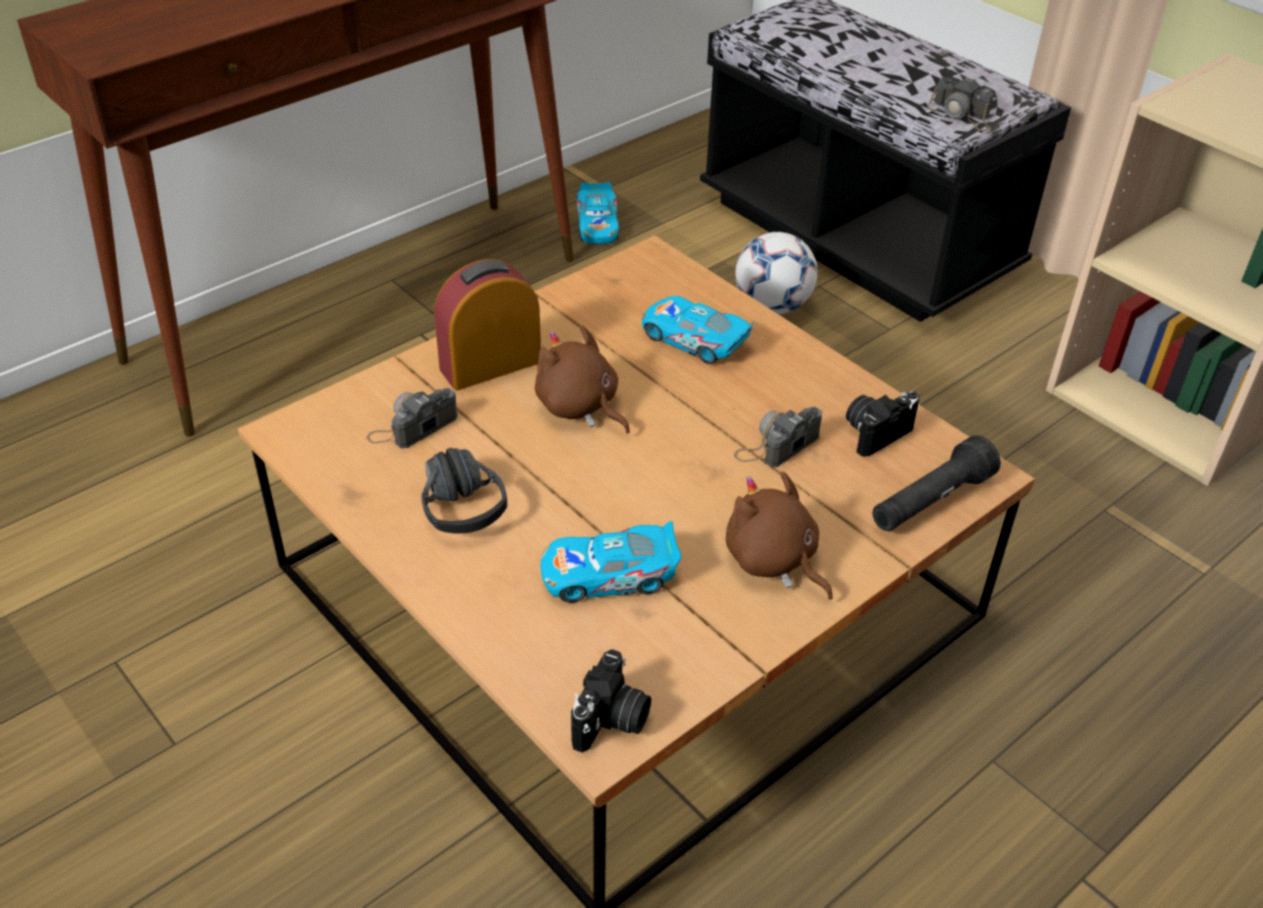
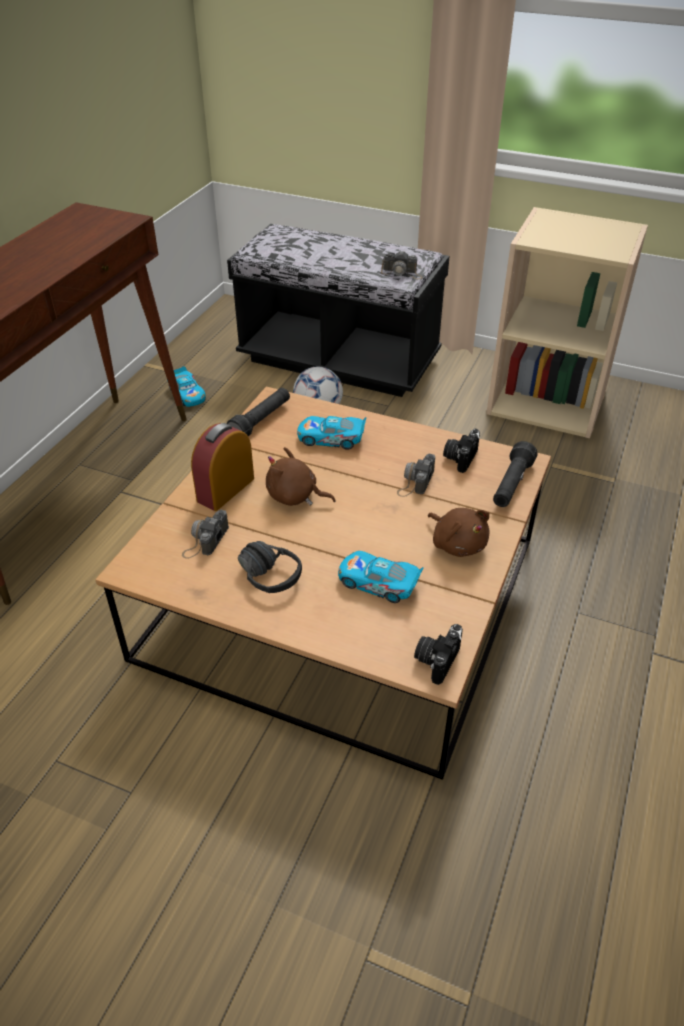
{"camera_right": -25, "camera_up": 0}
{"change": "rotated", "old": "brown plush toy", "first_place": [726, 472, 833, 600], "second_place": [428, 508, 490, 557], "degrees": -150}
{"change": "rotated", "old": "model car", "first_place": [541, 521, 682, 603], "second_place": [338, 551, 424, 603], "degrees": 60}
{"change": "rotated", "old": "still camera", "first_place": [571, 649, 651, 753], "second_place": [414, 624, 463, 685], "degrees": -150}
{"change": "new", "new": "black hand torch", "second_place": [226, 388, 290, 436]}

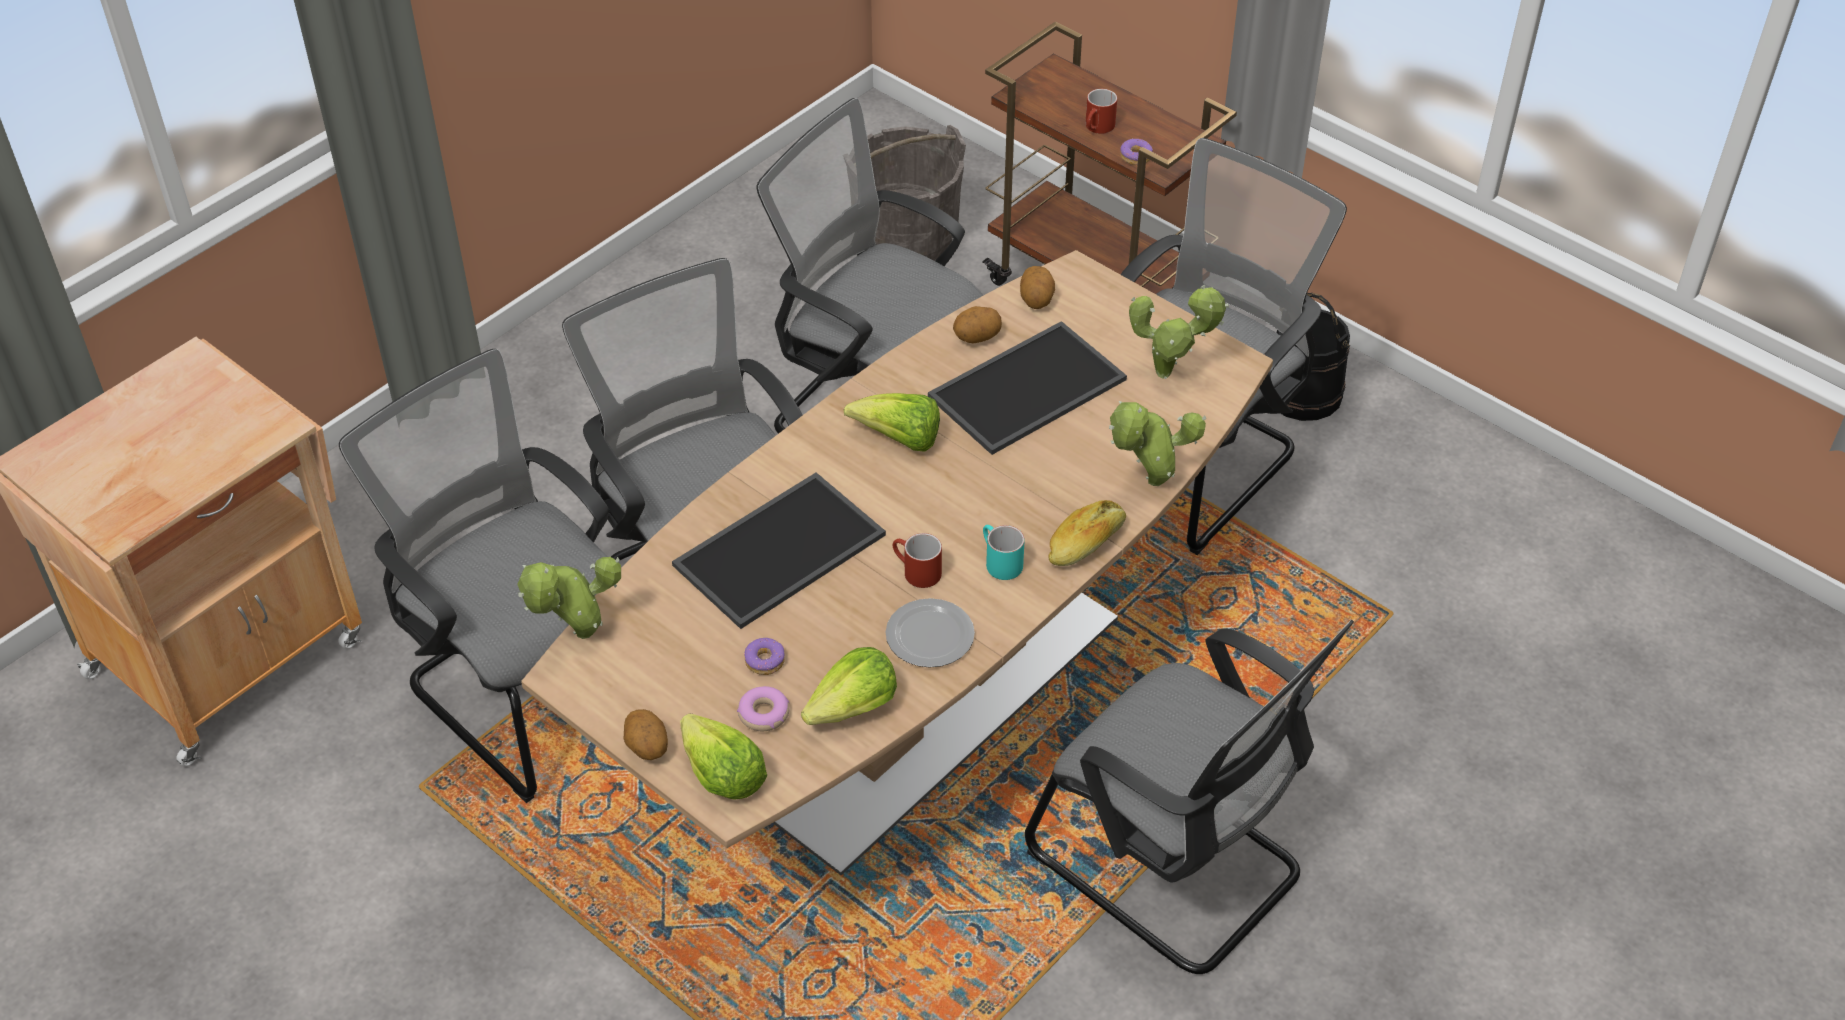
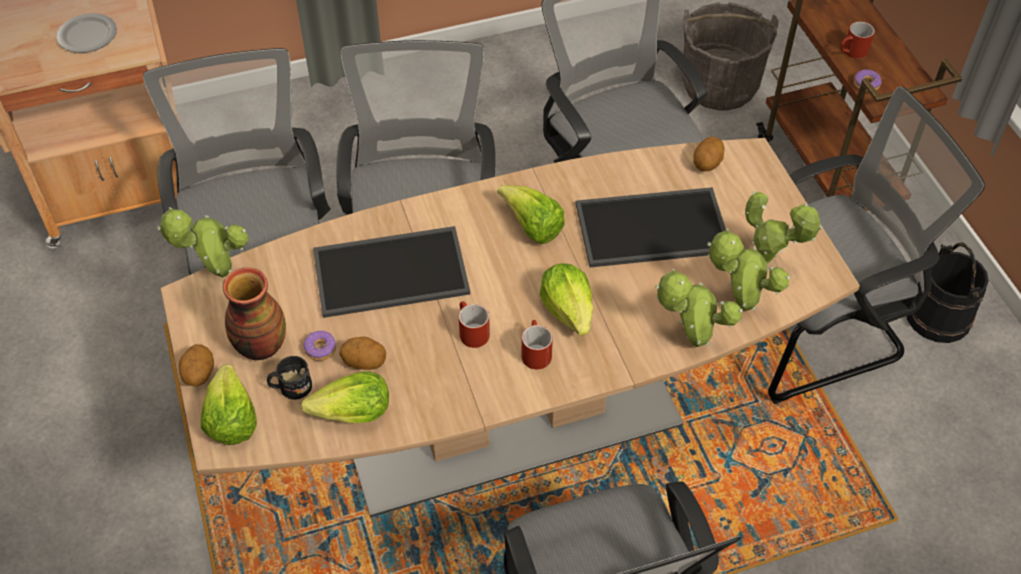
{"camera_right": 30, "camera_up": 5}
{"change": "shifted", "old": "potato", "first_place": [953, 306, 1002, 343], "second_place": [339, 337, 386, 370]}
{"change": "gone", "old": "baked bread", "first_place": [1049, 500, 1126, 566]}
{"change": "repainted", "old": "turquoise-coloured mug", "new": "red-coloured mug", "first_place": [983, 525, 1025, 580], "second_place": [522, 320, 553, 369]}
{"change": "shifted", "old": "dinner plate", "first_place": [886, 598, 975, 668], "second_place": [56, 13, 117, 53]}
{"change": "swapped", "old": "donut", "new": "black mug", "first_place": [737, 686, 790, 731], "second_place": [267, 356, 312, 400]}
{"change": "new", "new": "potted plant", "second_place": [707, 229, 790, 311]}
{"change": "new", "new": "head of lettuce", "second_place": [540, 263, 594, 336]}
{"change": "new", "new": "decorative vase", "second_place": [223, 267, 286, 360]}

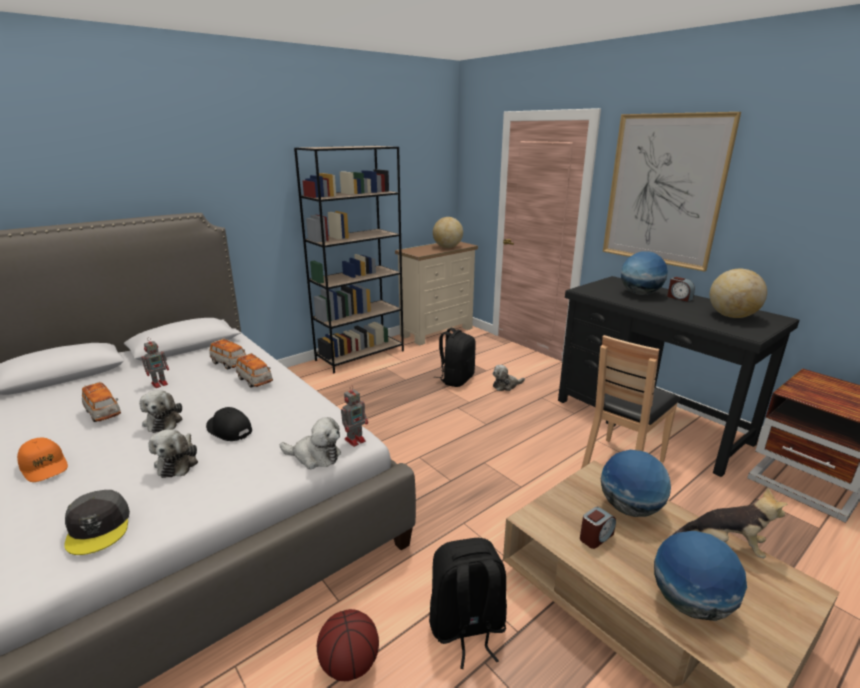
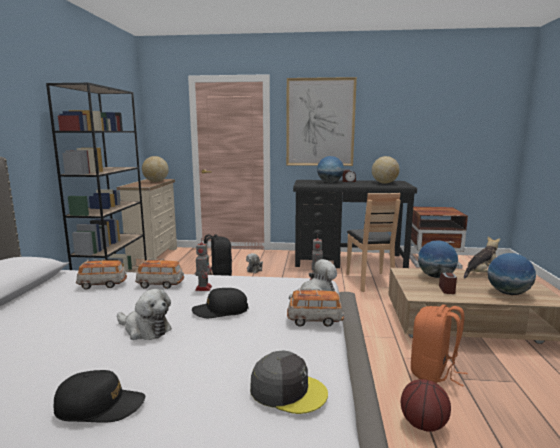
{"camera_right": -45, "camera_up": -10}
{"change": "shifted", "old": "robot figure", "first_place": [141, 337, 169, 388], "second_place": [195, 238, 212, 291]}
{"change": "shifted", "old": "model car", "first_place": [82, 381, 121, 422], "second_place": [287, 289, 344, 327]}
{"change": "gone", "old": "plush toy", "first_place": [148, 429, 198, 478]}
{"change": "repainted", "old": "orange-coloured baseball cap", "new": "black baseball cap", "first_place": [17, 437, 68, 482], "second_place": [53, 370, 145, 422]}
{"change": "repainted", "old": "black backpack", "new": "orange-coloured backpack", "first_place": [429, 538, 507, 669], "second_place": [411, 305, 468, 387]}

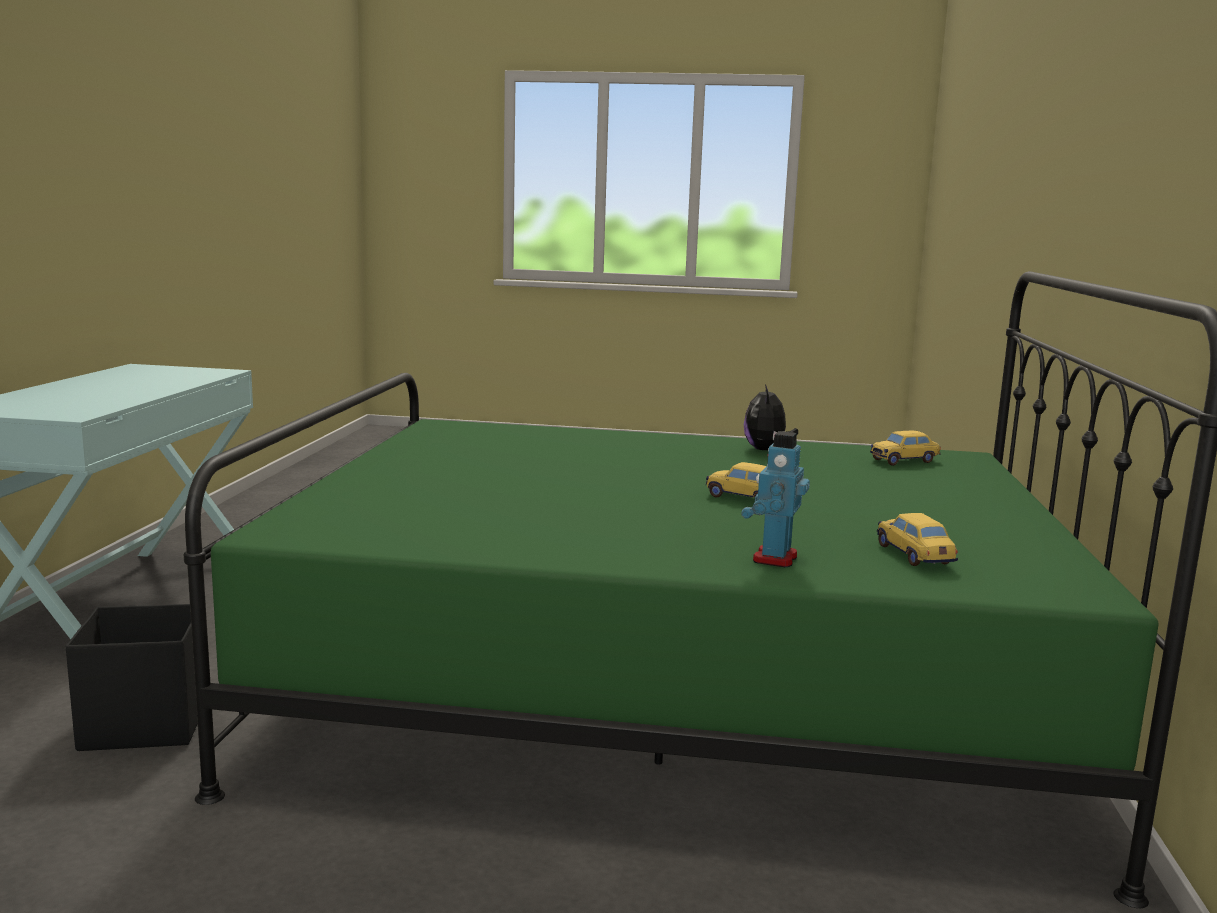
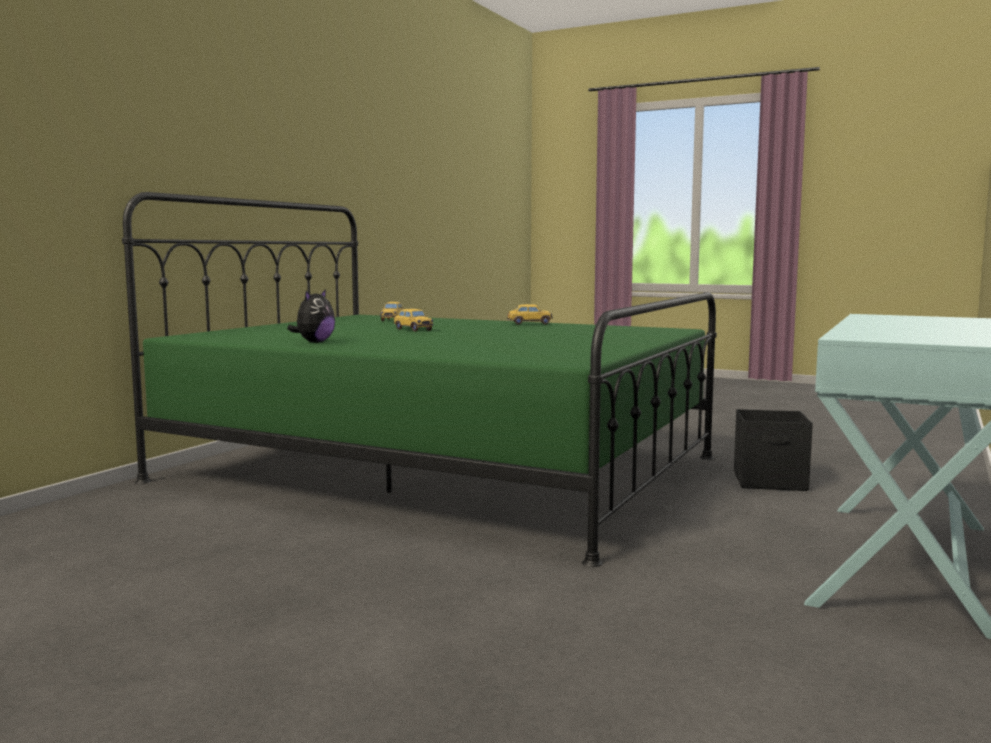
{"camera_right": -160, "camera_up": -5}
{"change": "gone", "old": "robot figure", "first_place": [741, 431, 810, 568]}
{"change": "shifted", "old": "model car", "first_place": [870, 431, 941, 466], "second_place": [507, 304, 553, 324]}

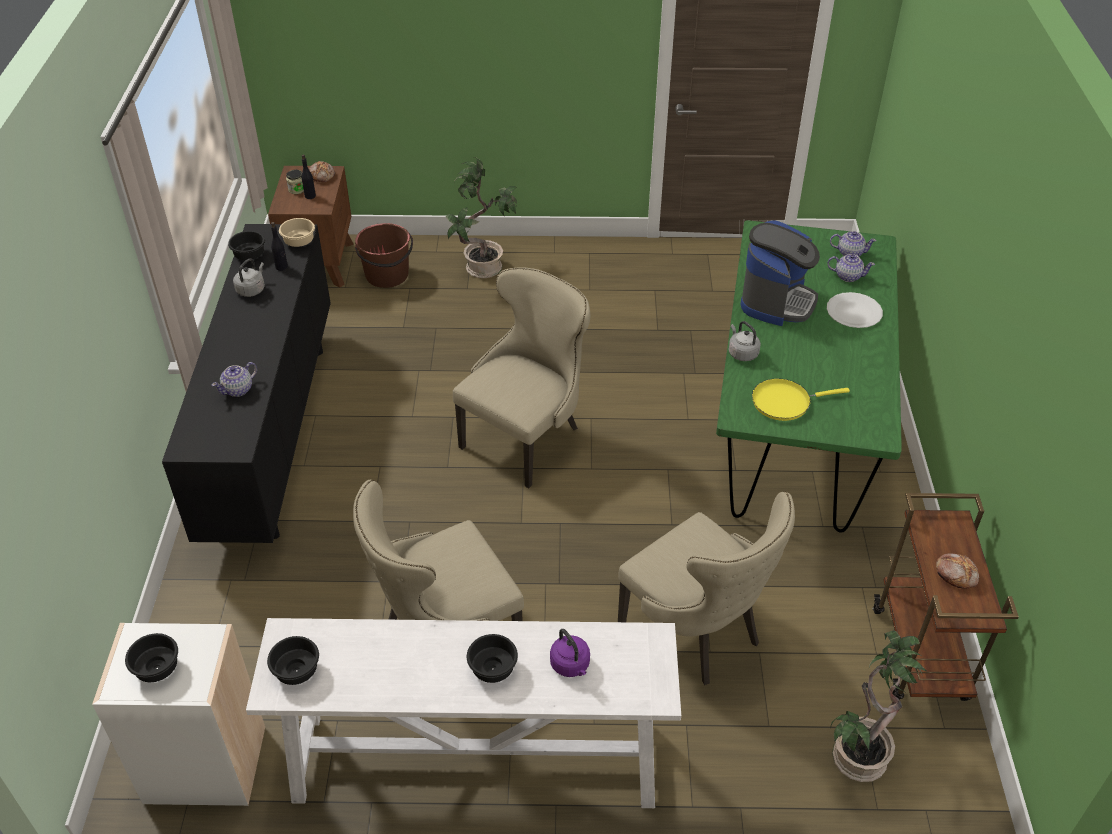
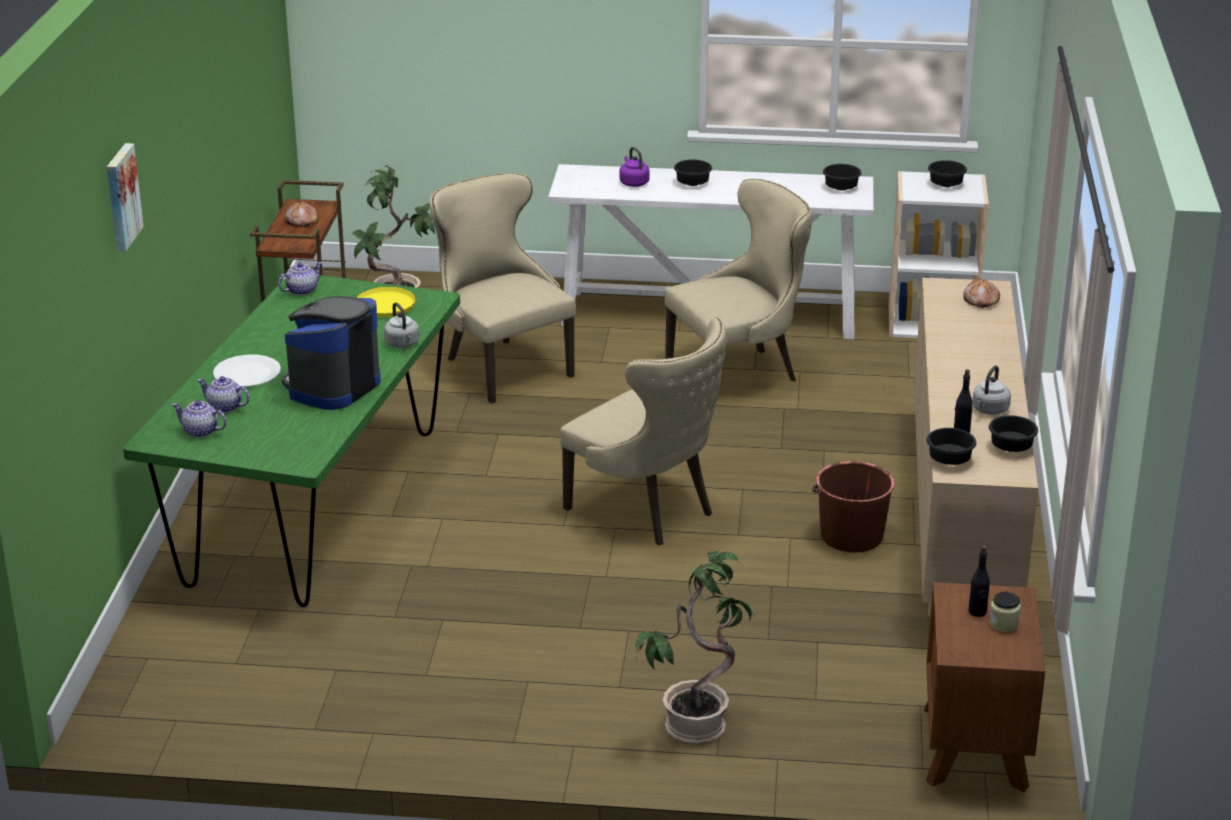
{"camera_right": -175, "camera_up": -15}
{"change": "shifted", "old": "baked bread", "first_place": [309, 161, 335, 182], "second_place": [963, 278, 1000, 308]}
{"change": "repainted", "old": "sand-coloured serving bowl", "new": "black serving bowl", "first_place": [279, 218, 315, 247], "second_place": [926, 428, 976, 465]}
{"change": "shifted", "old": "brown water bucket", "first_place": [355, 223, 413, 288], "second_place": [812, 461, 895, 552]}
{"change": "repainted", "old": "black cupboard", "new": "sand-coloured cupboard", "first_place": [162, 224, 331, 543], "second_place": [914, 277, 1038, 617]}
{"change": "rotated", "old": "sand-coloured chair", "first_place": [453, 268, 590, 488], "second_place": [560, 318, 727, 545], "degrees": -90}
{"change": "shifted", "old": "pot for tea", "first_place": [212, 362, 257, 397], "second_place": [278, 262, 322, 295]}
{"change": "new", "new": "picture", "second_place": [107, 143, 144, 251]}

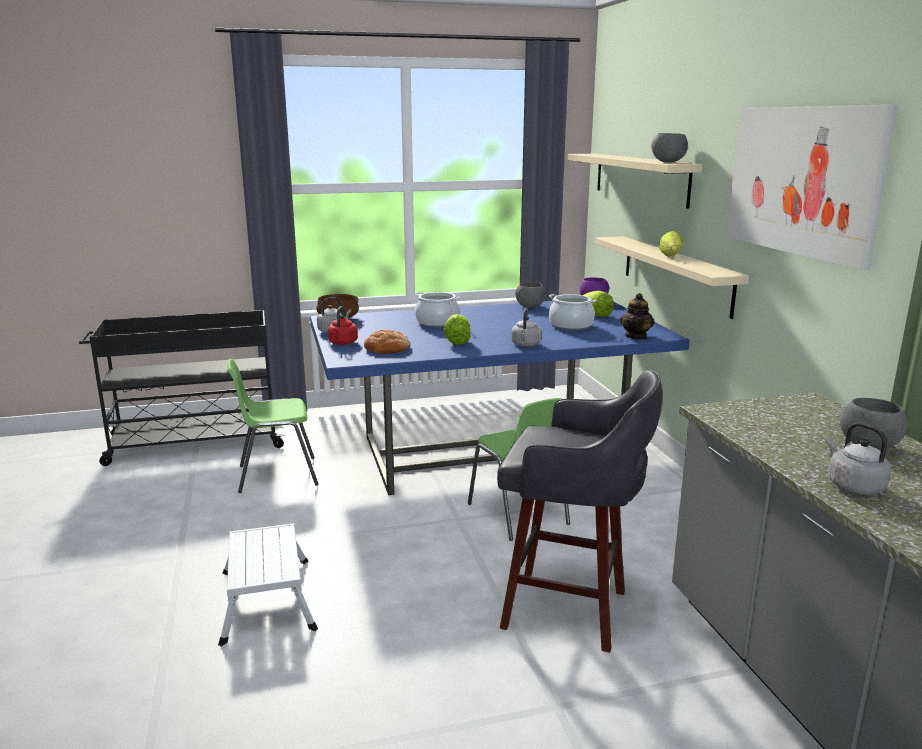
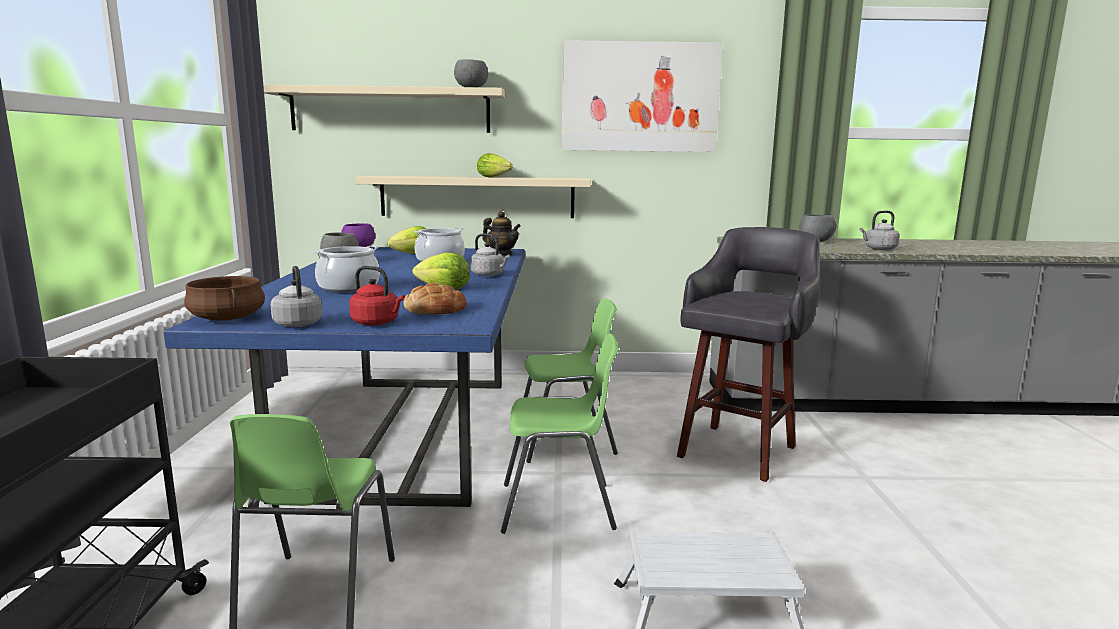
{"camera_right": -75, "camera_up": -5}
{"change": "new", "new": "green chair", "second_place": [501, 333, 619, 534]}

